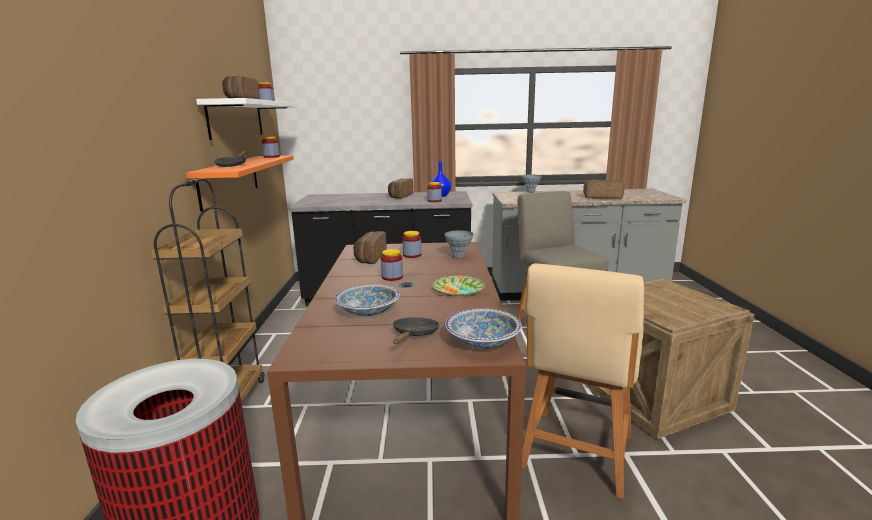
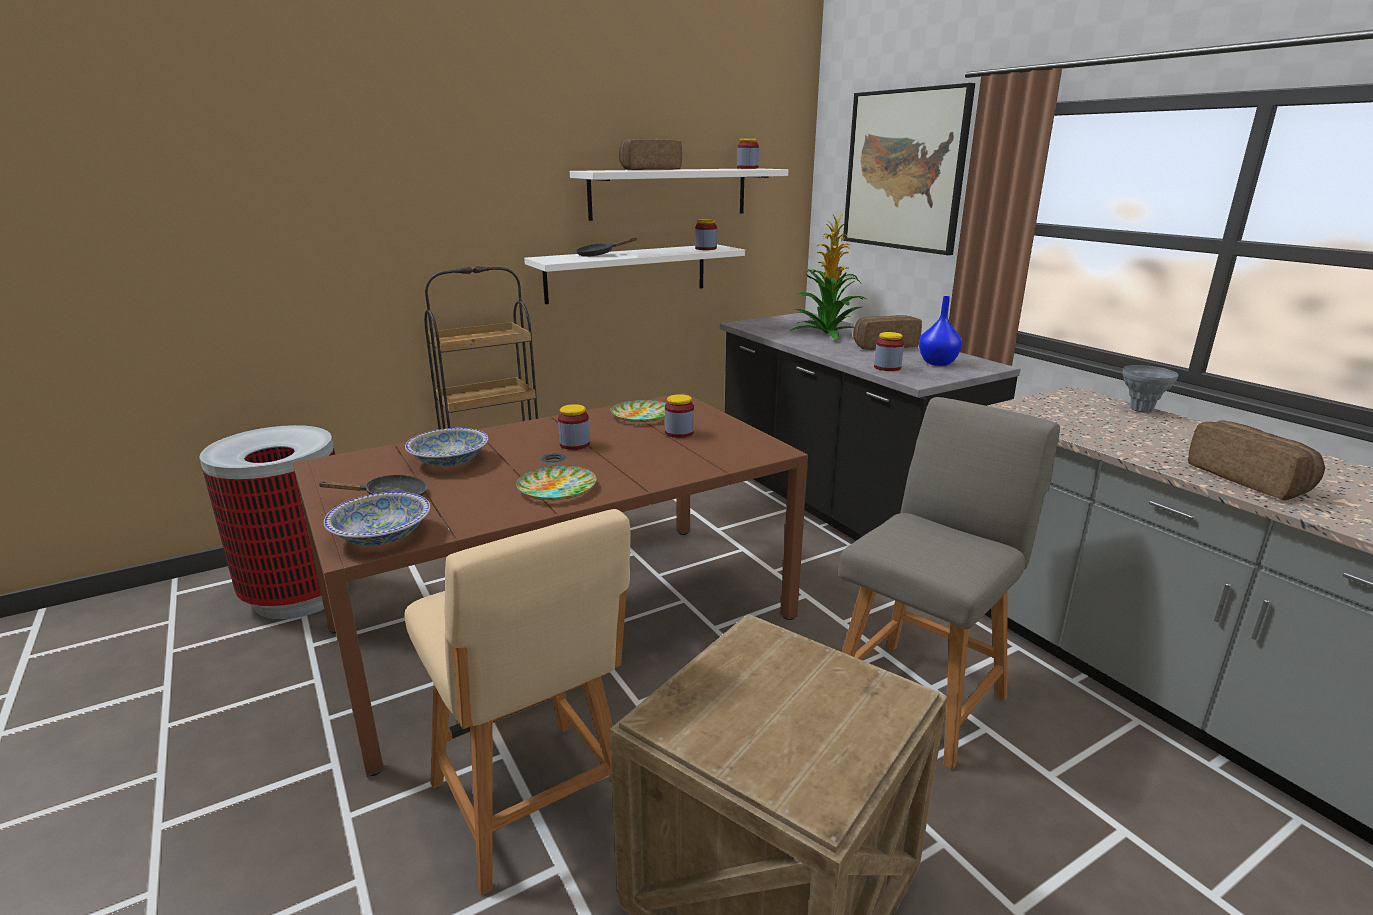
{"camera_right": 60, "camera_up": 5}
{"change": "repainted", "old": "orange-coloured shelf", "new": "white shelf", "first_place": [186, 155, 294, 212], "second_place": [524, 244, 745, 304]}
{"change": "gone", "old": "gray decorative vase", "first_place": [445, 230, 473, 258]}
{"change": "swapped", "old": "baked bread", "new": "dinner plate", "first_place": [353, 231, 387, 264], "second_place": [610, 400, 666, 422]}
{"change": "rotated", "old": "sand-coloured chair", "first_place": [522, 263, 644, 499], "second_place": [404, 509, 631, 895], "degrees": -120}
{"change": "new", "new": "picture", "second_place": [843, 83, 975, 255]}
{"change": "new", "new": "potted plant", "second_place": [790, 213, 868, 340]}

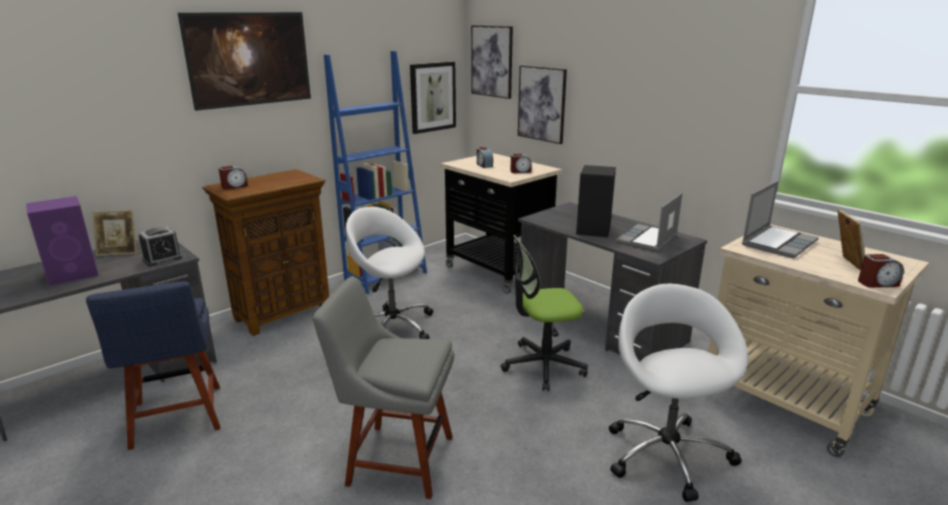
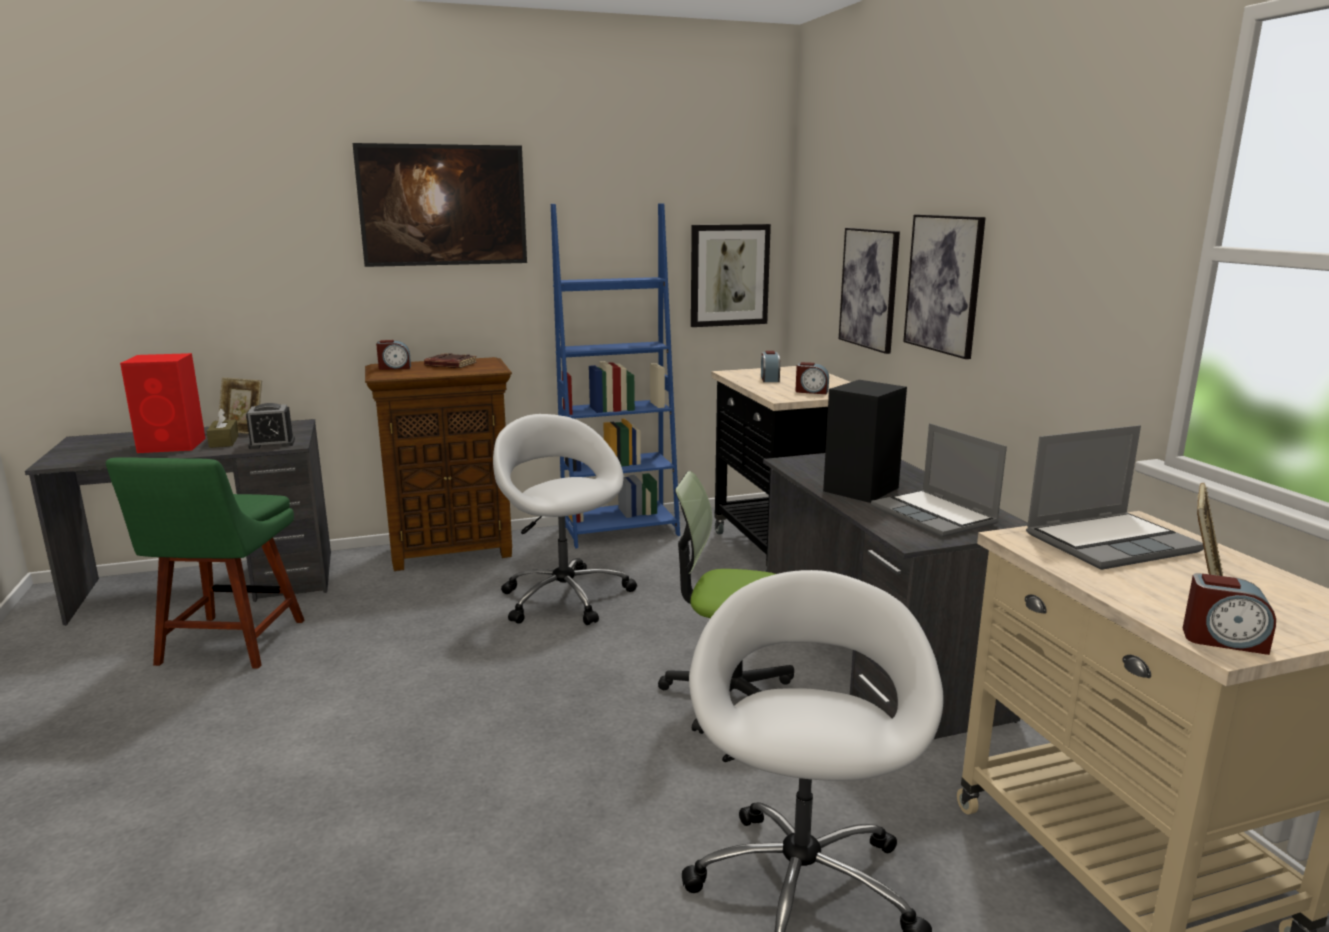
{"camera_right": 25, "camera_up": -5}
{"change": "shifted", "old": "picture", "first_place": [471, 25, 513, 99], "second_place": [903, 215, 986, 359]}
{"change": "rotated", "old": "laptop", "first_place": [616, 193, 682, 252], "second_place": [871, 423, 1007, 537], "degrees": -90}
{"change": "repainted", "old": "purplish audio speaker", "new": "red-coloured audio speaker", "first_place": [26, 196, 99, 286], "second_place": [120, 353, 206, 453]}
{"change": "gone", "old": "gray chair", "first_place": [313, 277, 454, 499]}
{"change": "repainted", "old": "bluish chair", "new": "green chair", "first_place": [86, 281, 220, 450], "second_place": [106, 457, 304, 668]}
{"change": "new", "new": "brown bound book", "second_place": [424, 353, 477, 368]}
{"change": "new", "new": "brown tissue holder", "second_place": [206, 408, 239, 448]}

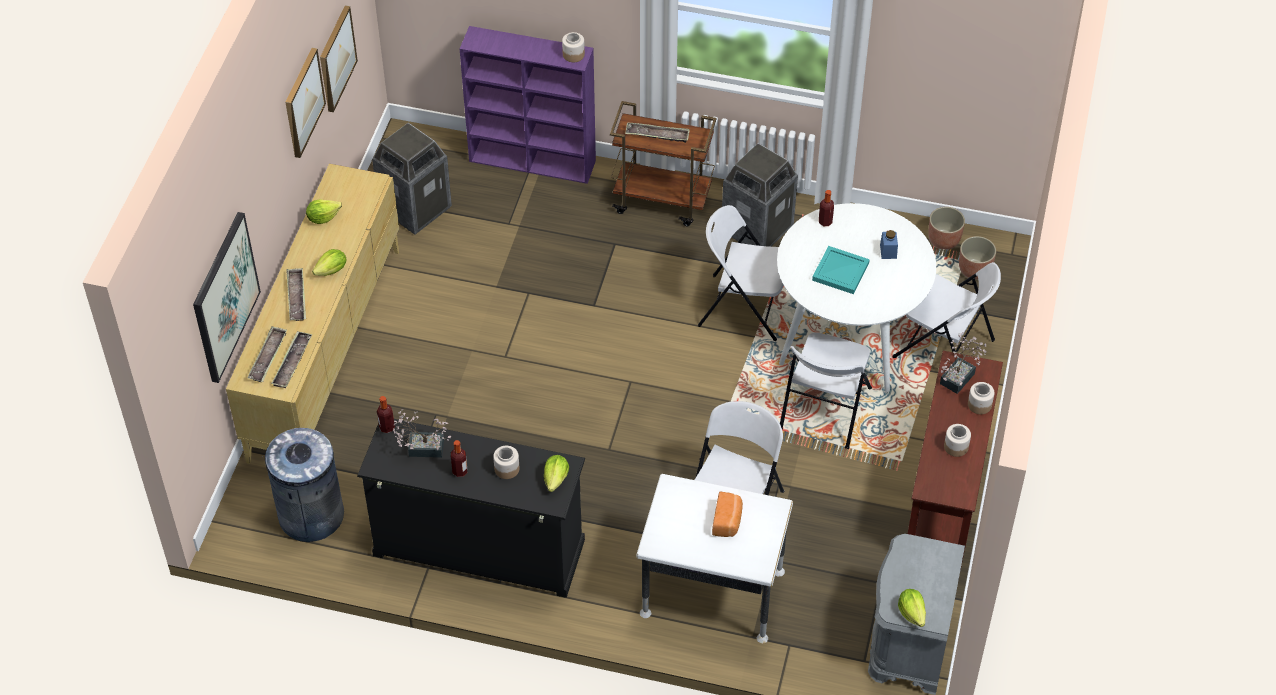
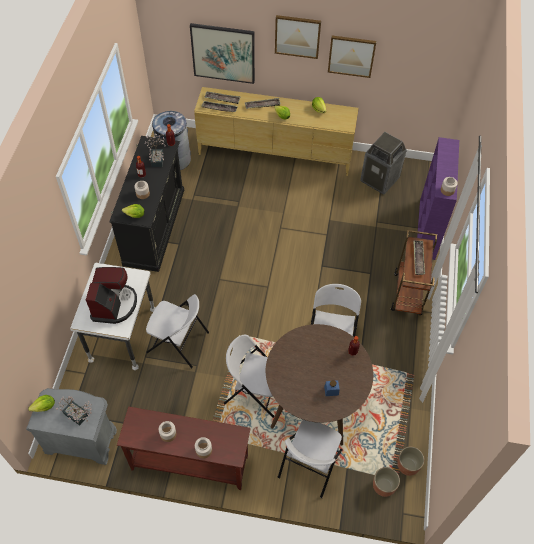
{"camera_right": 85, "camera_up": 5}
{"change": "shifted", "old": "picture", "first_place": [320, 5, 358, 112], "second_place": [275, 15, 321, 59]}
{"change": "gone", "old": "rubbish bin", "first_place": [722, 143, 798, 247]}
{"change": "repainted", "old": "white dinner table", "new": "brown dinner table", "first_place": [777, 203, 936, 392], "second_place": [266, 324, 373, 446]}
{"change": "gone", "old": "turquoise-coloured serving tray", "first_place": [812, 246, 870, 294]}
{"change": "shifted", "old": "potted plant", "first_place": [940, 332, 987, 394], "second_place": [56, 396, 92, 426]}
{"change": "swapped", "old": "baked bread", "new": "coffee maker", "first_place": [712, 492, 743, 537], "second_place": [86, 267, 137, 324]}

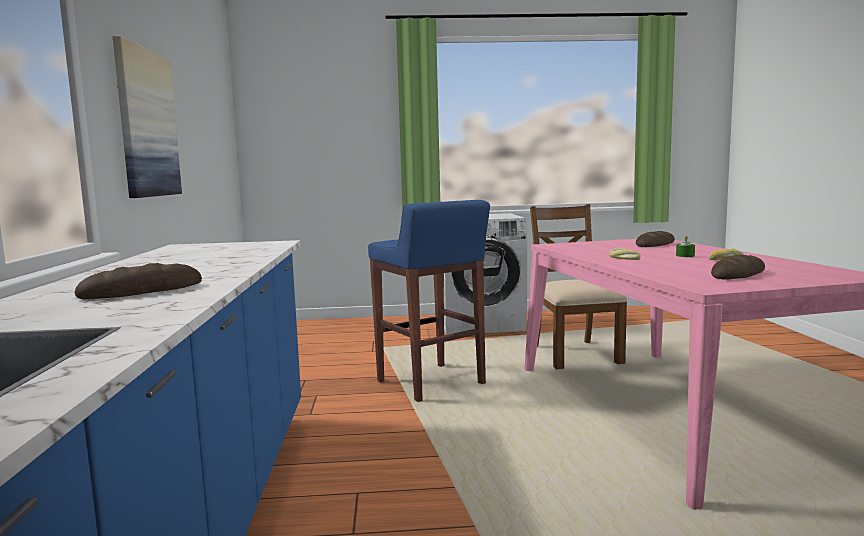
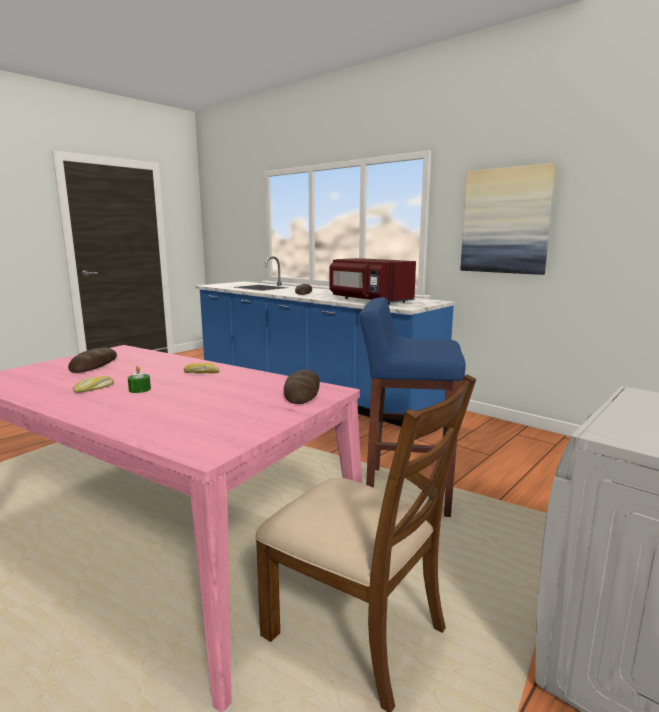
{"camera_right": 135, "camera_up": 5}
{"change": "shifted", "old": "baked bread", "first_place": [636, 231, 675, 247], "second_place": [284, 369, 320, 404]}
{"change": "new", "new": "red-coloured microwave", "second_place": [329, 258, 416, 305]}

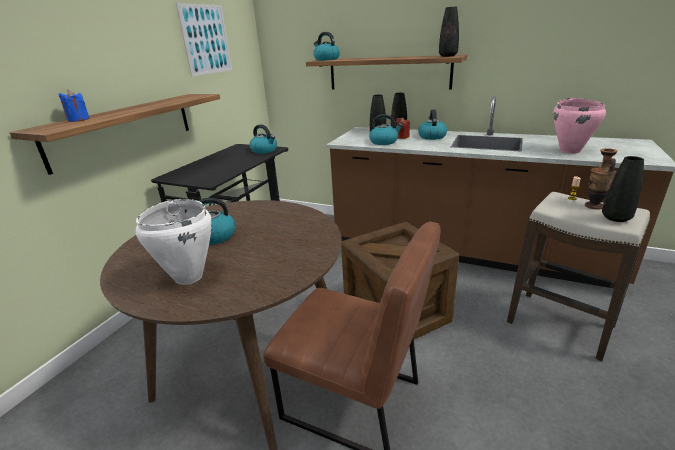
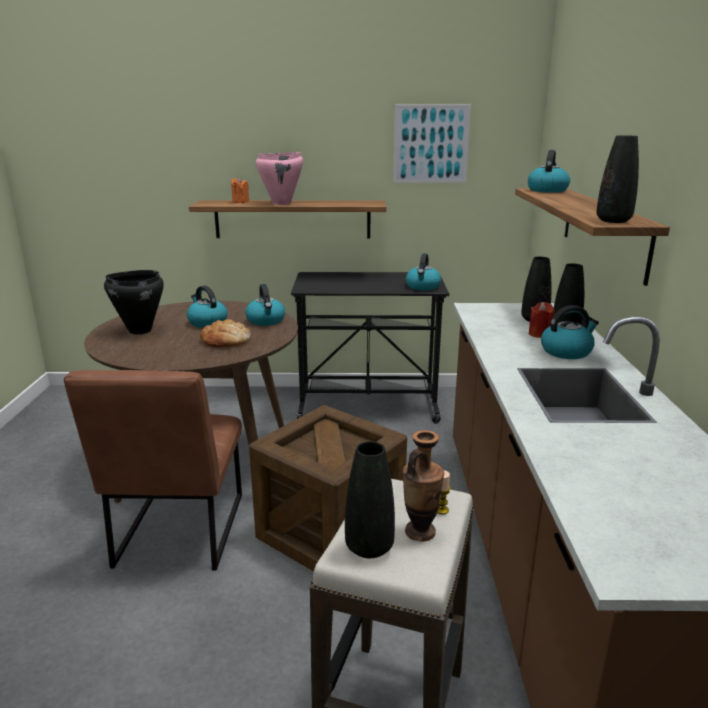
{"camera_right": 65, "camera_up": -5}
{"change": "repainted", "old": "bluish wax light", "new": "orange-coloured wax light", "first_place": [58, 90, 90, 122], "second_place": [231, 177, 249, 203]}
{"change": "shifted", "old": "pinkish cooking pot", "first_place": [553, 98, 606, 154], "second_place": [256, 152, 303, 205]}
{"change": "shifted", "old": "water kettle", "first_place": [369, 114, 403, 145], "second_place": [246, 284, 285, 326]}
{"change": "repainted", "old": "white cooking pot", "new": "black cooking pot", "first_place": [136, 199, 212, 285], "second_place": [104, 270, 164, 334]}
{"change": "new", "new": "baked bread", "second_place": [200, 319, 251, 348]}

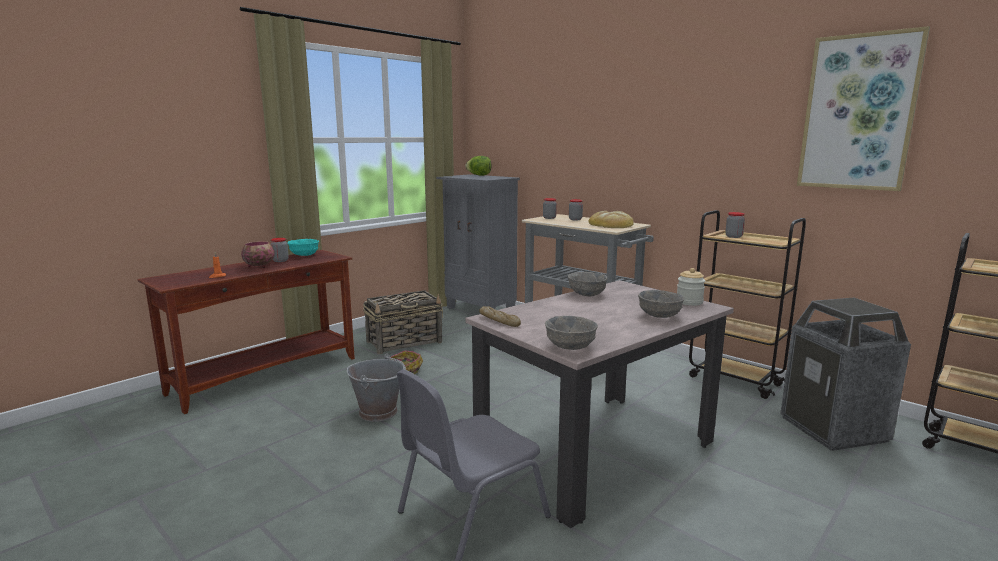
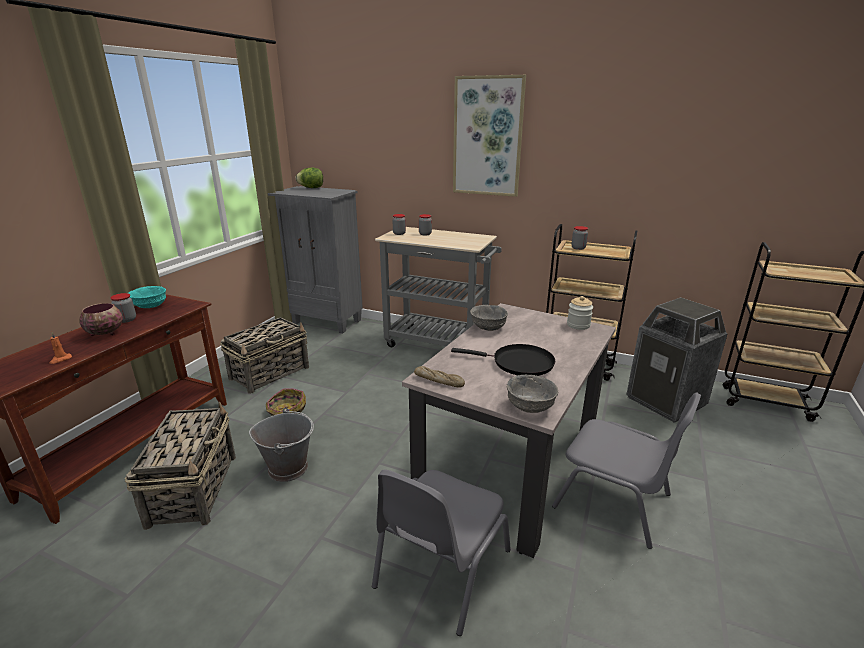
{"camera_right": -20, "camera_up": 10}
{"change": "shifted", "old": "picture", "first_place": [797, 26, 930, 191], "second_place": [453, 75, 526, 197]}
{"change": "gone", "old": "baked bread", "first_place": [588, 211, 634, 228]}
{"change": "gone", "old": "gray serving bowl", "first_place": [638, 290, 685, 318]}
{"change": "new", "new": "black pan", "second_place": [451, 344, 555, 376]}
{"change": "new", "new": "gray chair", "second_place": [552, 392, 701, 549]}
{"change": "new", "new": "storage basket", "second_place": [125, 402, 236, 530]}

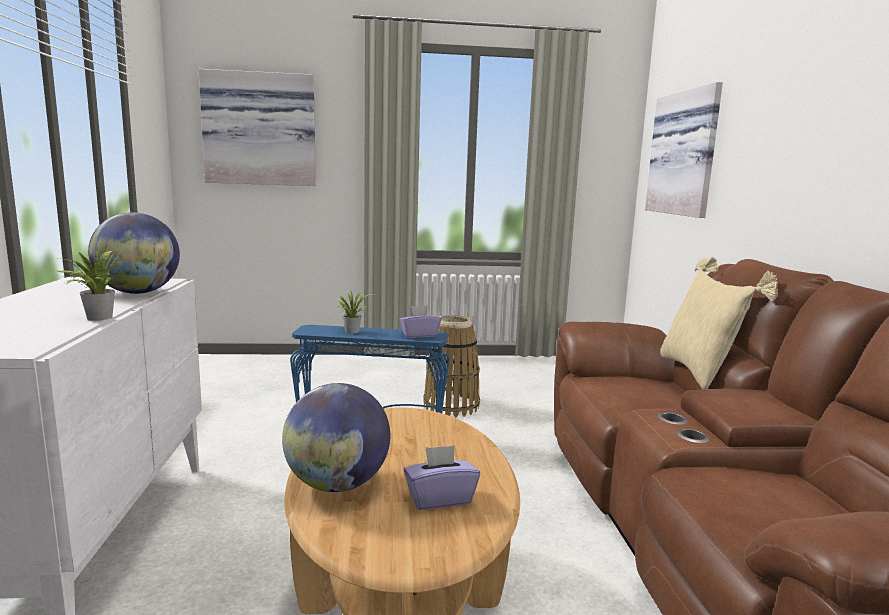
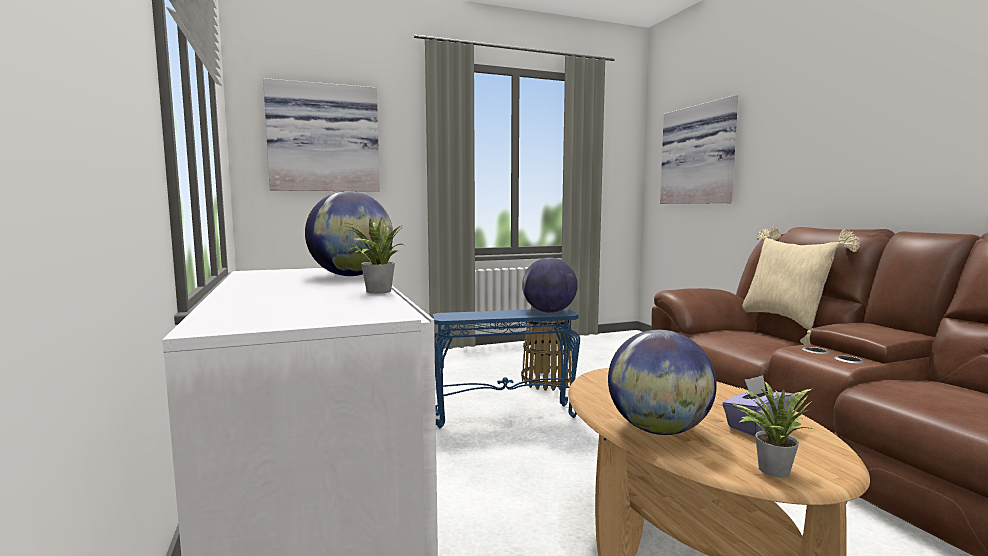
{"camera_right": -15, "camera_up": -5}
{"change": "shifted", "old": "potted plant", "first_place": [338, 291, 372, 334], "second_place": [733, 381, 815, 478]}
{"change": "swapped", "old": "purplish tissue holder", "new": "world globe", "first_place": [399, 306, 441, 338], "second_place": [522, 258, 578, 313]}

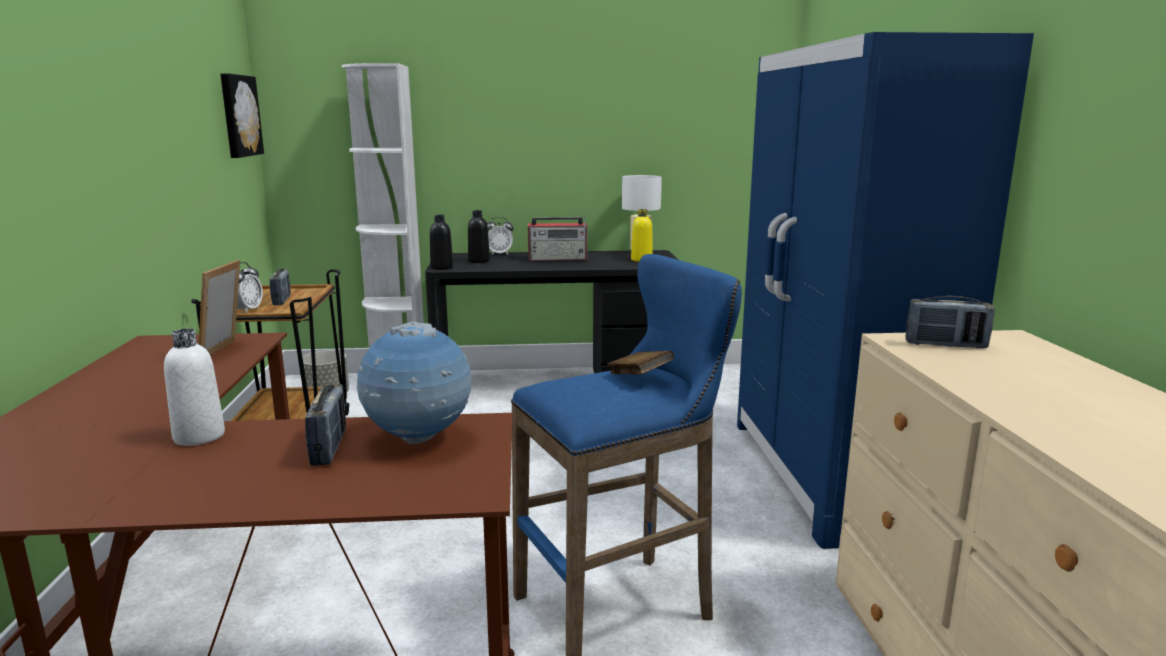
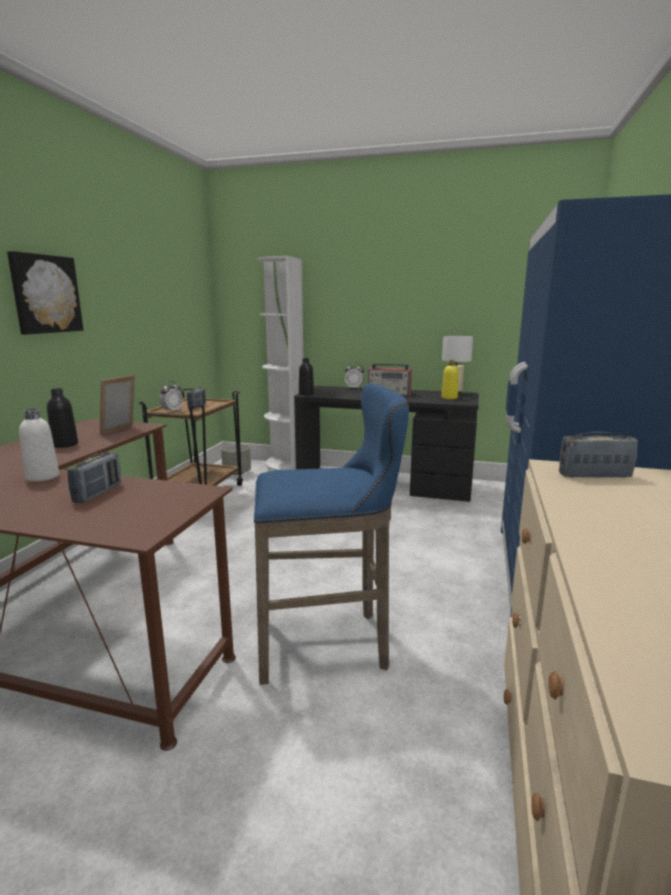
{"camera_right": 20, "camera_up": 0}
{"change": "shifted", "old": "picture", "first_place": [220, 73, 264, 158], "second_place": [7, 251, 83, 334]}
{"change": "shifted", "old": "black drink bottle", "first_place": [468, 210, 490, 263], "second_place": [47, 388, 78, 448]}
{"change": "rotated", "old": "radio", "first_place": [906, 296, 995, 349], "second_place": [559, 431, 638, 478], "degrees": 150}
{"change": "gone", "old": "world globe", "first_place": [357, 321, 471, 444]}
{"change": "gone", "old": "brown bound book", "first_place": [607, 351, 674, 375]}

